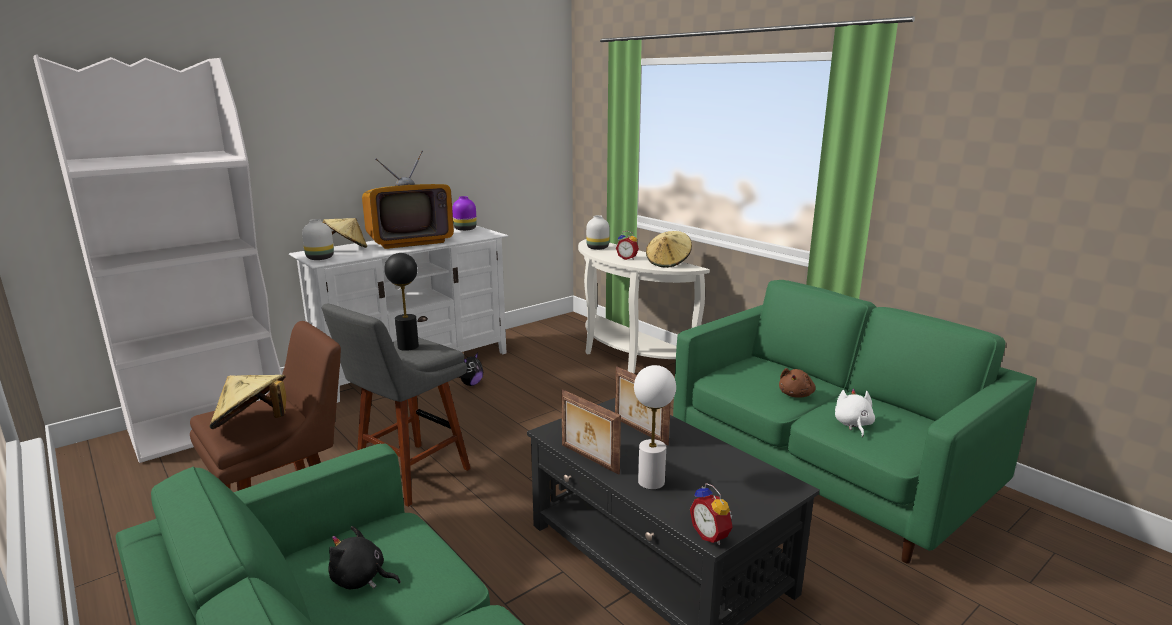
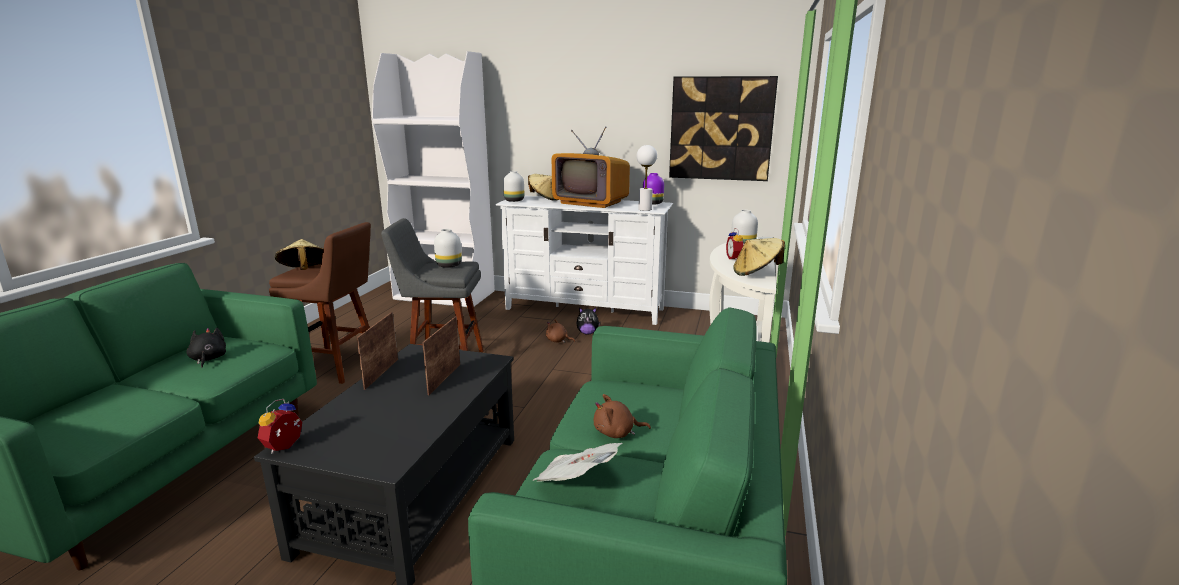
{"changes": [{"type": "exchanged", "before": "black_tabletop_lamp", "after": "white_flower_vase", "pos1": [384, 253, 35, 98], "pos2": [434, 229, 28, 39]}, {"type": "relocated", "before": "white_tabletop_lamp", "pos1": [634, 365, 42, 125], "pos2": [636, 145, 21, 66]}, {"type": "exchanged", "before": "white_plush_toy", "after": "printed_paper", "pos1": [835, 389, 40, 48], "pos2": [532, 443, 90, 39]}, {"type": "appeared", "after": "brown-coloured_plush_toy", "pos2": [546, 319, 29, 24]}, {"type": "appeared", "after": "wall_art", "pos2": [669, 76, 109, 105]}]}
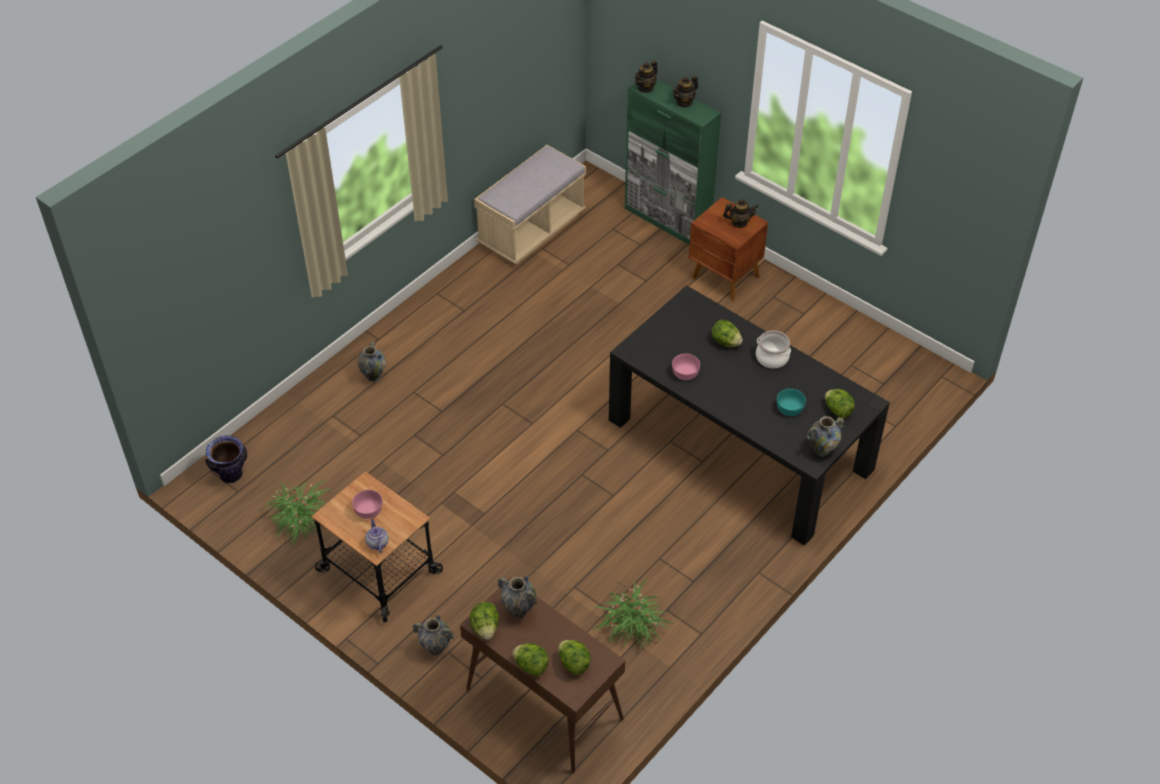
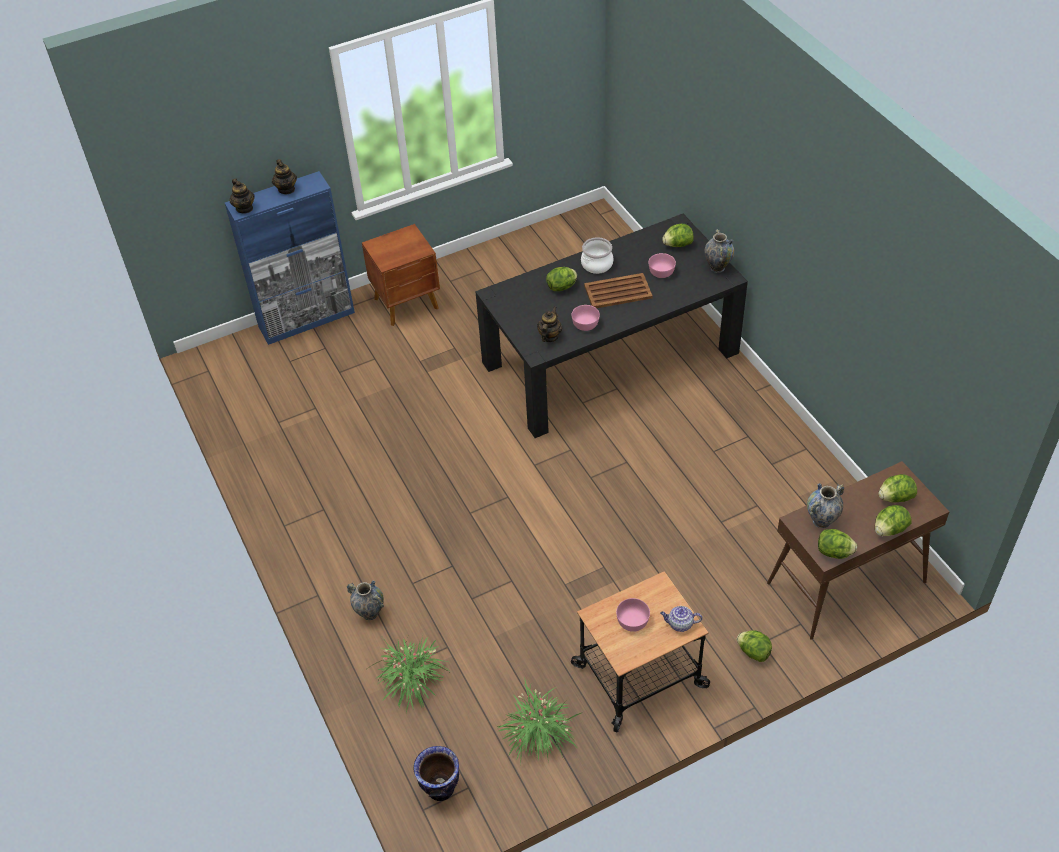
{"changes": [{"type": "exchanged", "before": "flower_vase", "after": "head_of_lettuce", "pos1": [412, 615, 42, 40], "pos2": [736, 630, 36, 32]}, {"type": "missing", "before": "sand-coloured_long_seat", "pos1": [474, 145, 112, 119]}, {"type": "relocated", "before": "plant_in_a_pot", "pos1": [593, 577, 81, 72], "pos2": [367, 636, 82, 77]}, {"type": "colour", "before": "greenish_cupboard", "after": "blue-coloured_cupboard", "pos1": [625, 80, 96, 165], "pos2": [225, 171, 130, 174]}, {"type": "relocated", "before": "tea_pot", "pos1": [723, 199, 35, 29], "pos2": [537, 306, 25, 36]}, {"type": "colour", "before": "turquoise-coloured_deep_dish", "after": "pink-coloured_deep_dish", "pos1": [777, 389, 29, 27], "pos2": [649, 253, 27, 25]}, {"type": "appeared", "after": "brown-coloured_tray", "pos2": [584, 273, 69, 35]}]}
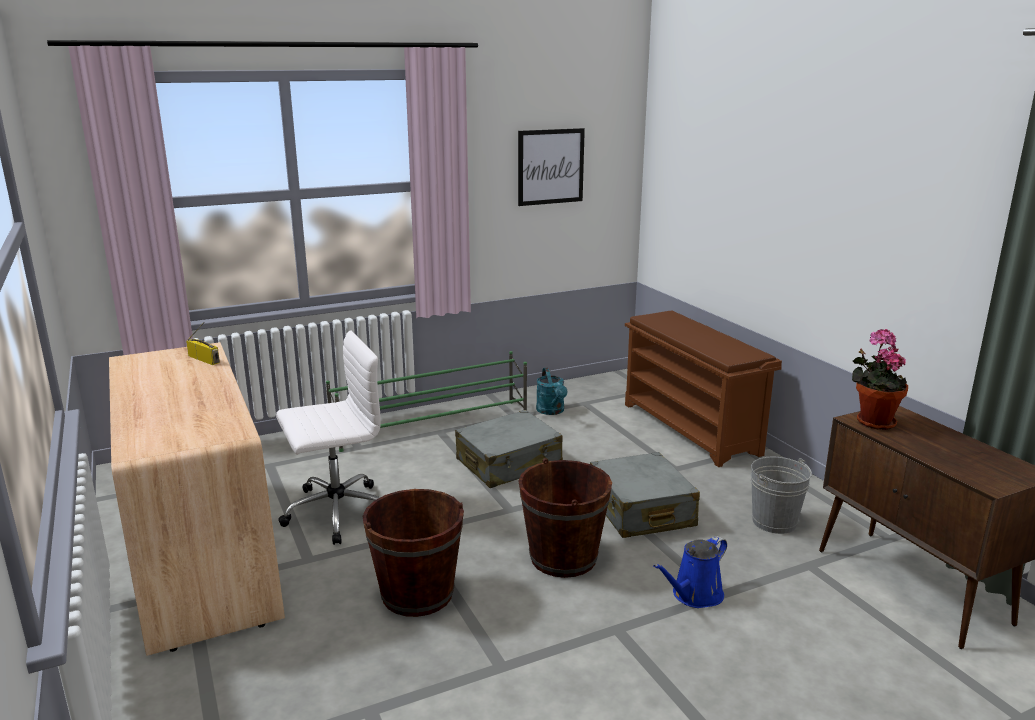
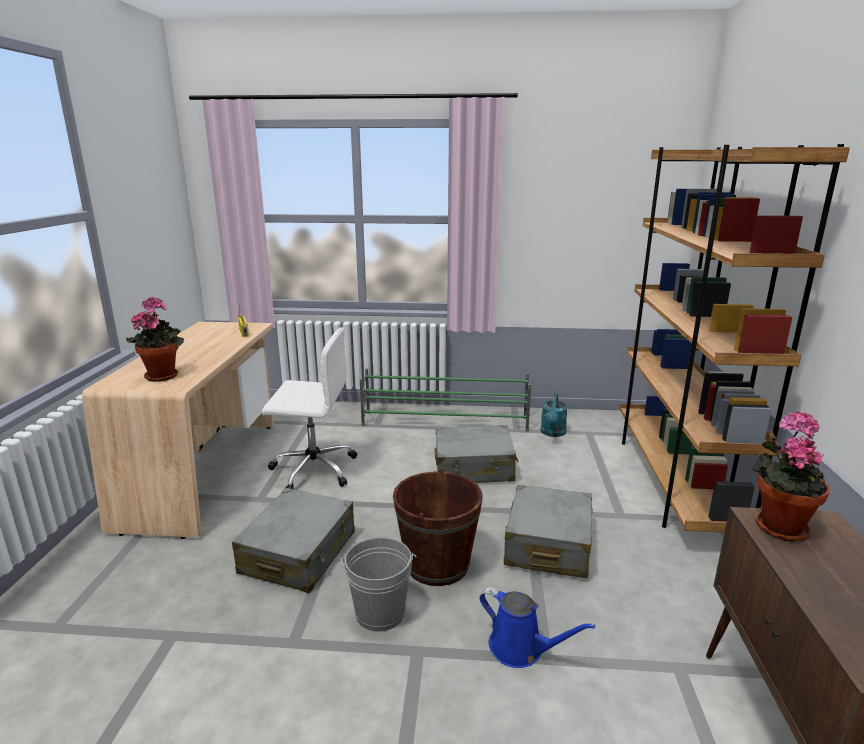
{"changes": [{"type": "exchanged", "before": "brown-coloured_pail", "after": "grey_piece_of_luggage", "pos1": [362, 489, 102, 128], "pos2": [232, 488, 123, 105]}, {"type": "missing", "before": "wall_art", "pos1": [518, 128, 67, 78]}, {"type": "exchanged", "before": "brown-coloured_shoe_rack", "after": "brown-coloured_bookcase", "pos1": [625, 311, 157, 156], "pos2": [620, 144, 230, 389]}, {"type": "spun", "before": "blue-coloured_watering_can", "pos1": [653, 536, 74, 72], "pos2": [480, 587, 115, 81], "turn": -135}, {"type": "relocated", "before": "grey_pail", "pos1": [751, 457, 61, 77], "pos2": [339, 537, 78, 95]}, {"type": "appeared", "after": "plant_in_a_pot", "pos2": [126, 296, 58, 85]}]}
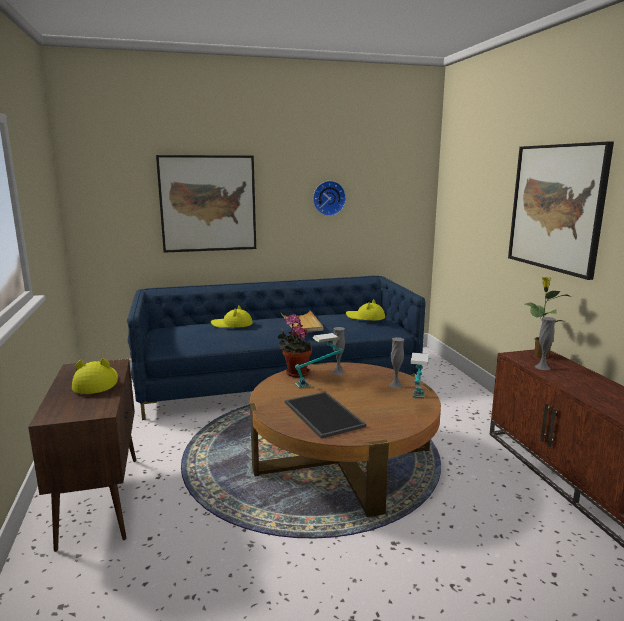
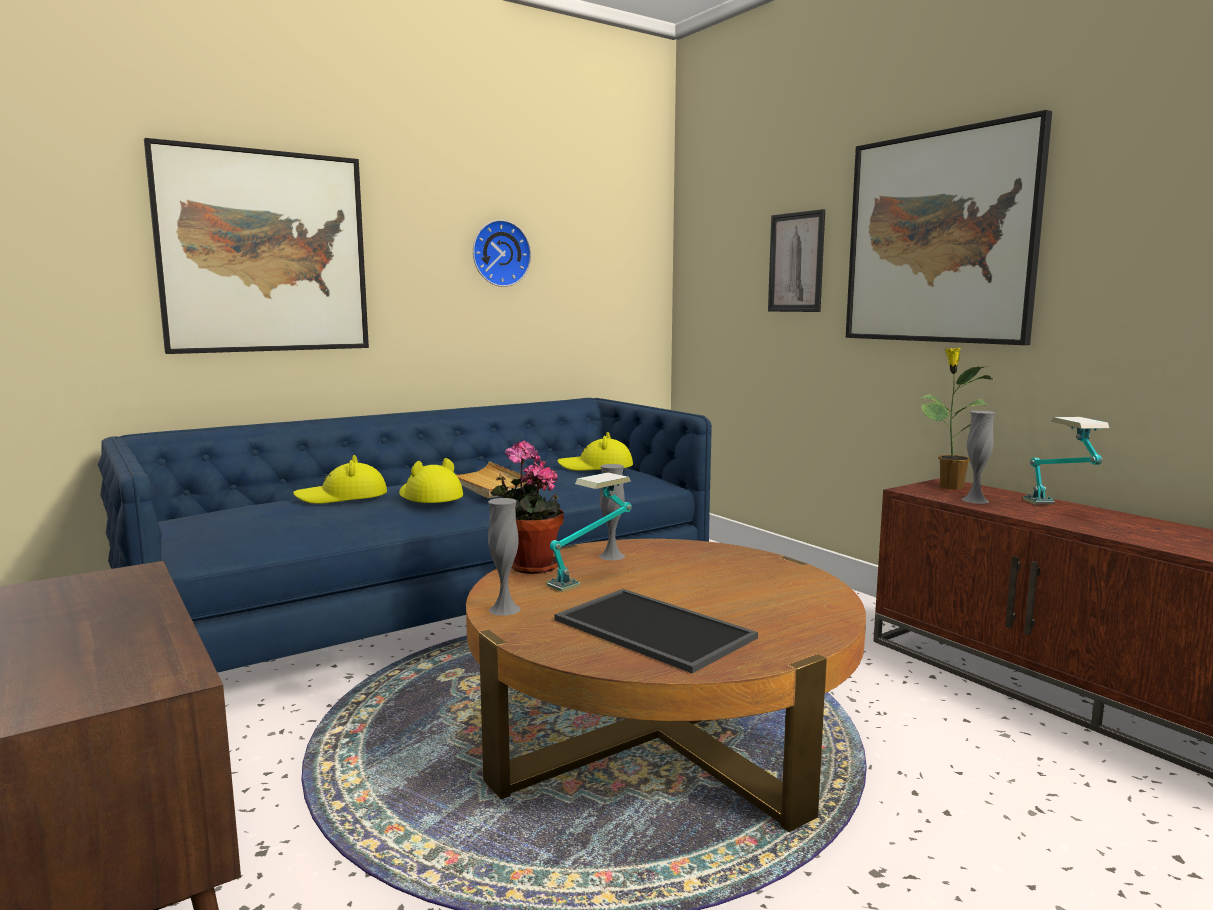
{"changes": [{"type": "relocated", "before": "yellowish_hat", "pos1": [72, 358, 46, 36], "pos2": [399, 458, 64, 45]}, {"type": "relocated", "before": "grey_flower_vase", "pos1": [389, 337, 15, 51], "pos2": [488, 498, 33, 118]}, {"type": "relocated", "before": "tabletop_lamp", "pos1": [410, 353, 19, 45], "pos2": [1023, 417, 87, 88]}, {"type": "appeared", "after": "wall_art", "pos2": [768, 209, 57, 103]}]}
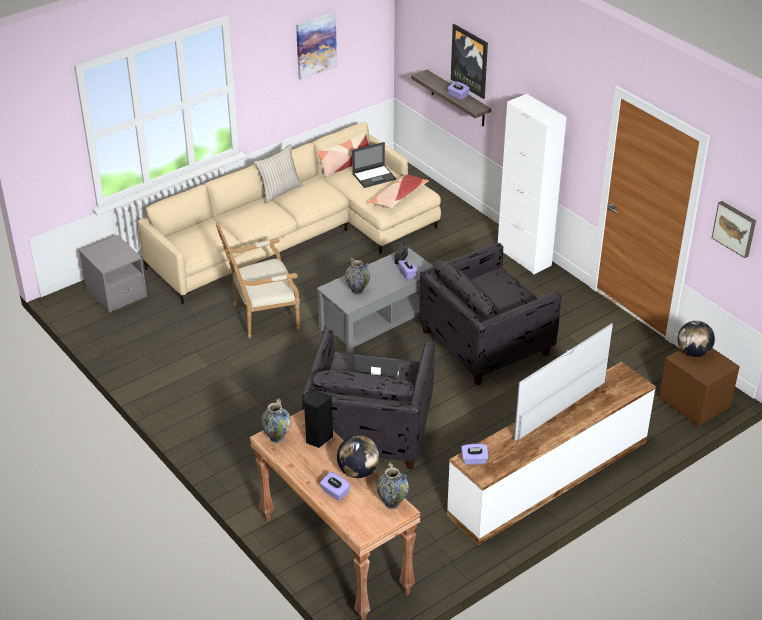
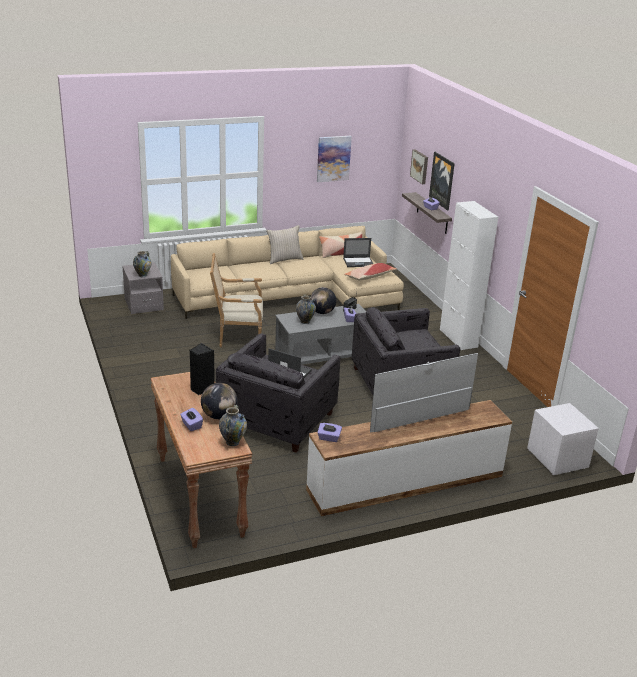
{"changes": [{"type": "relocated", "before": "flower_vase", "pos1": [261, 398, 30, 45], "pos2": [133, 251, 18, 26]}, {"type": "colour", "before": "brown-coloured_bedside_table", "after": "white_bedside_table", "pos1": [659, 348, 81, 79], "pos2": [527, 403, 72, 72]}, {"type": "relocated", "before": "desk_globe", "pos1": [678, 321, 37, 36], "pos2": [310, 287, 26, 27]}, {"type": "relocated", "before": "wall_art", "pos1": [712, 201, 44, 57], "pos2": [410, 149, 18, 35]}]}
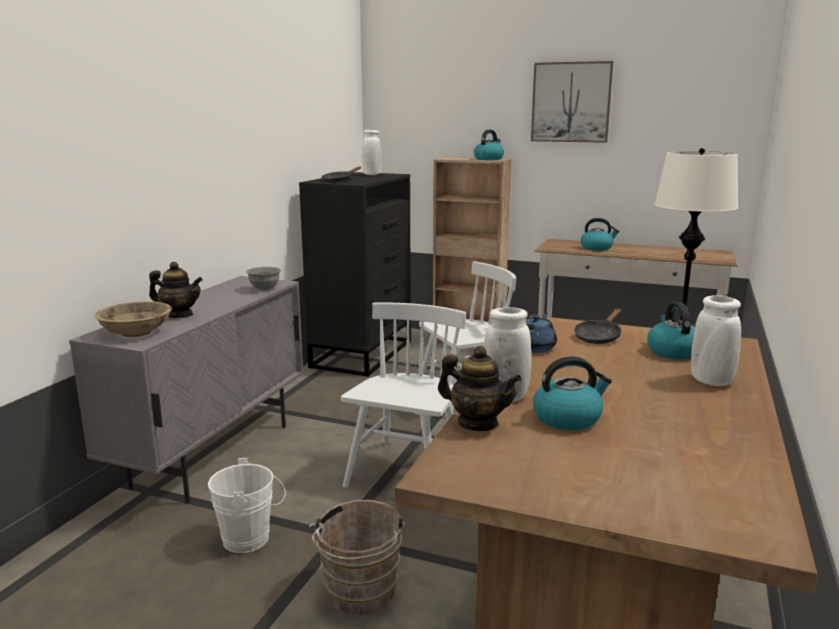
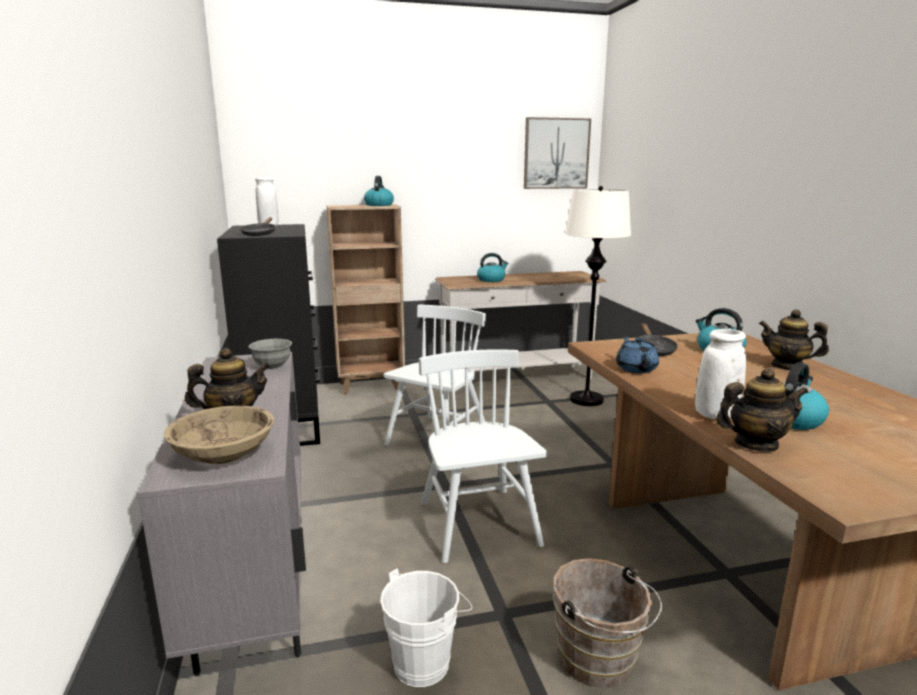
{"changes": [{"type": "relocated", "before": "wall_art", "pos1": [531, 61, 83, 82], "pos2": [524, 117, 67, 72]}, {"type": "exchanged", "before": "white_flower_vase", "after": "tea_pot", "pos1": [691, 295, 50, 91], "pos2": [759, 309, 70, 62]}]}
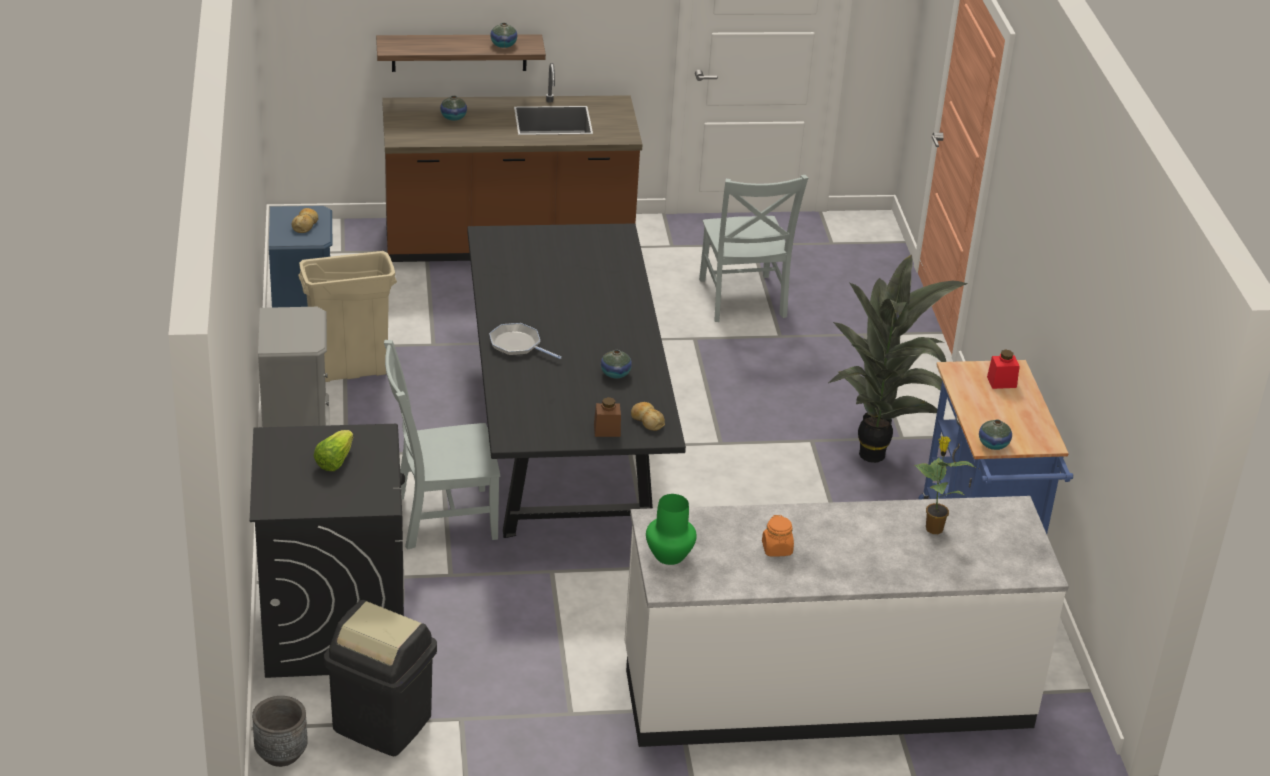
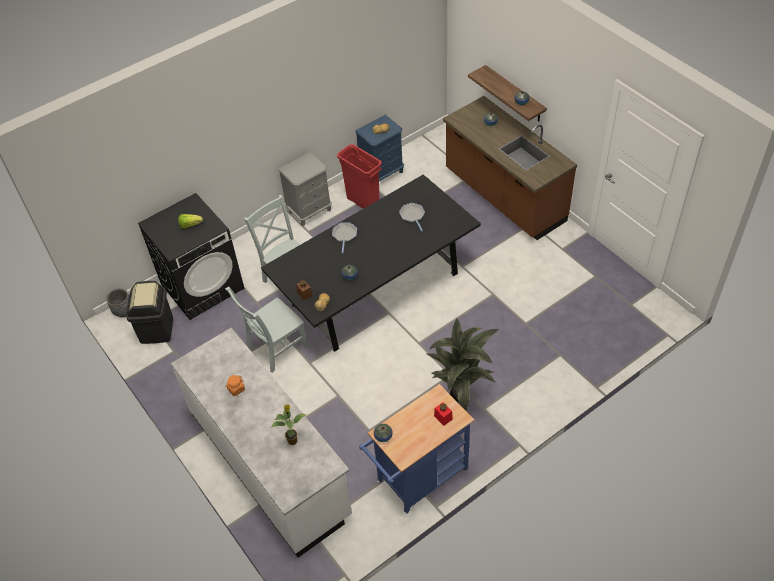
{"changes": [{"type": "colour", "before": "sand-coloured_rubbish_bin", "after": "red-coloured_rubbish_bin", "pos1": [298, 251, 99, 131], "pos2": [337, 144, 45, 65]}, {"type": "missing", "before": "greenish_flower_vase", "pos1": [646, 494, 51, 71]}, {"type": "relocated", "before": "grey_upright_chair", "pos1": [699, 175, 109, 147], "pos2": [225, 287, 83, 86]}, {"type": "appeared", "after": "skillet", "pos2": [399, 203, 26, 29]}]}
